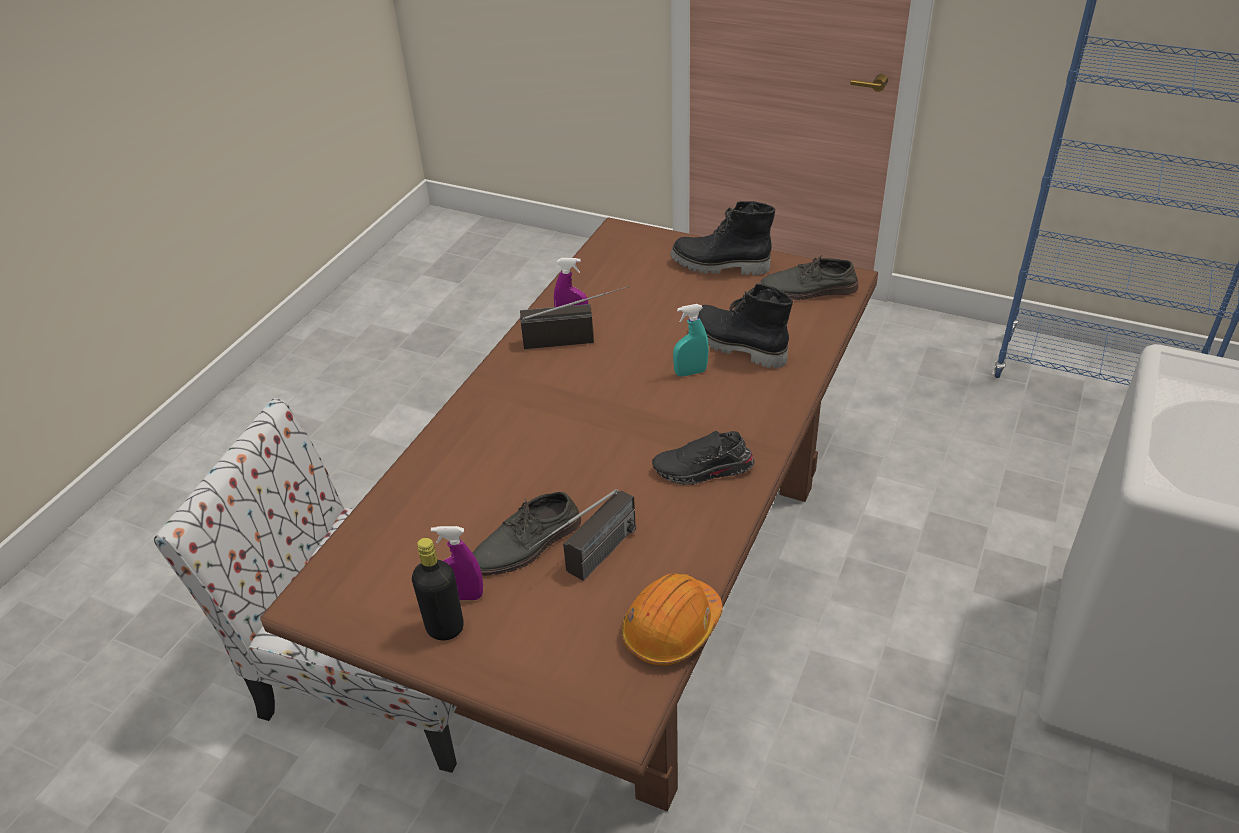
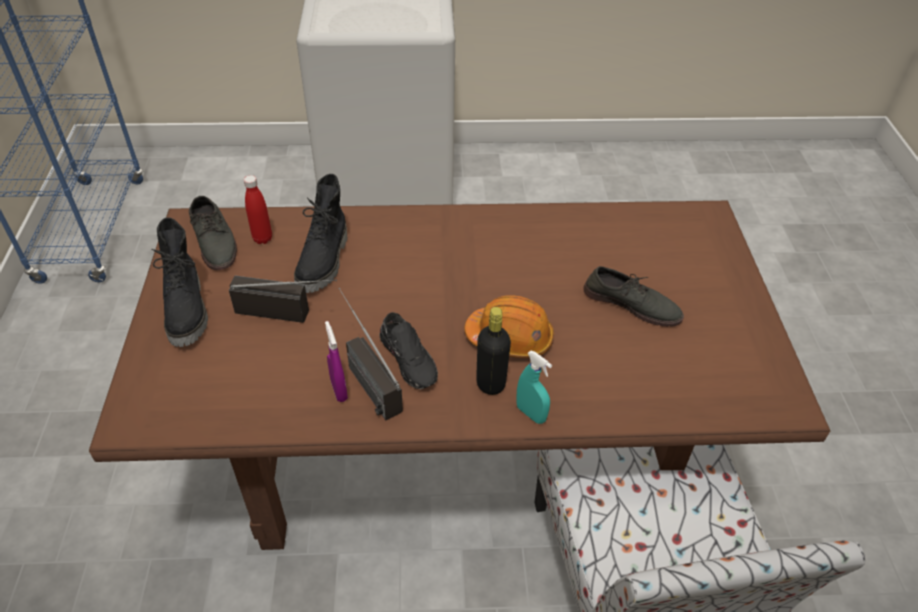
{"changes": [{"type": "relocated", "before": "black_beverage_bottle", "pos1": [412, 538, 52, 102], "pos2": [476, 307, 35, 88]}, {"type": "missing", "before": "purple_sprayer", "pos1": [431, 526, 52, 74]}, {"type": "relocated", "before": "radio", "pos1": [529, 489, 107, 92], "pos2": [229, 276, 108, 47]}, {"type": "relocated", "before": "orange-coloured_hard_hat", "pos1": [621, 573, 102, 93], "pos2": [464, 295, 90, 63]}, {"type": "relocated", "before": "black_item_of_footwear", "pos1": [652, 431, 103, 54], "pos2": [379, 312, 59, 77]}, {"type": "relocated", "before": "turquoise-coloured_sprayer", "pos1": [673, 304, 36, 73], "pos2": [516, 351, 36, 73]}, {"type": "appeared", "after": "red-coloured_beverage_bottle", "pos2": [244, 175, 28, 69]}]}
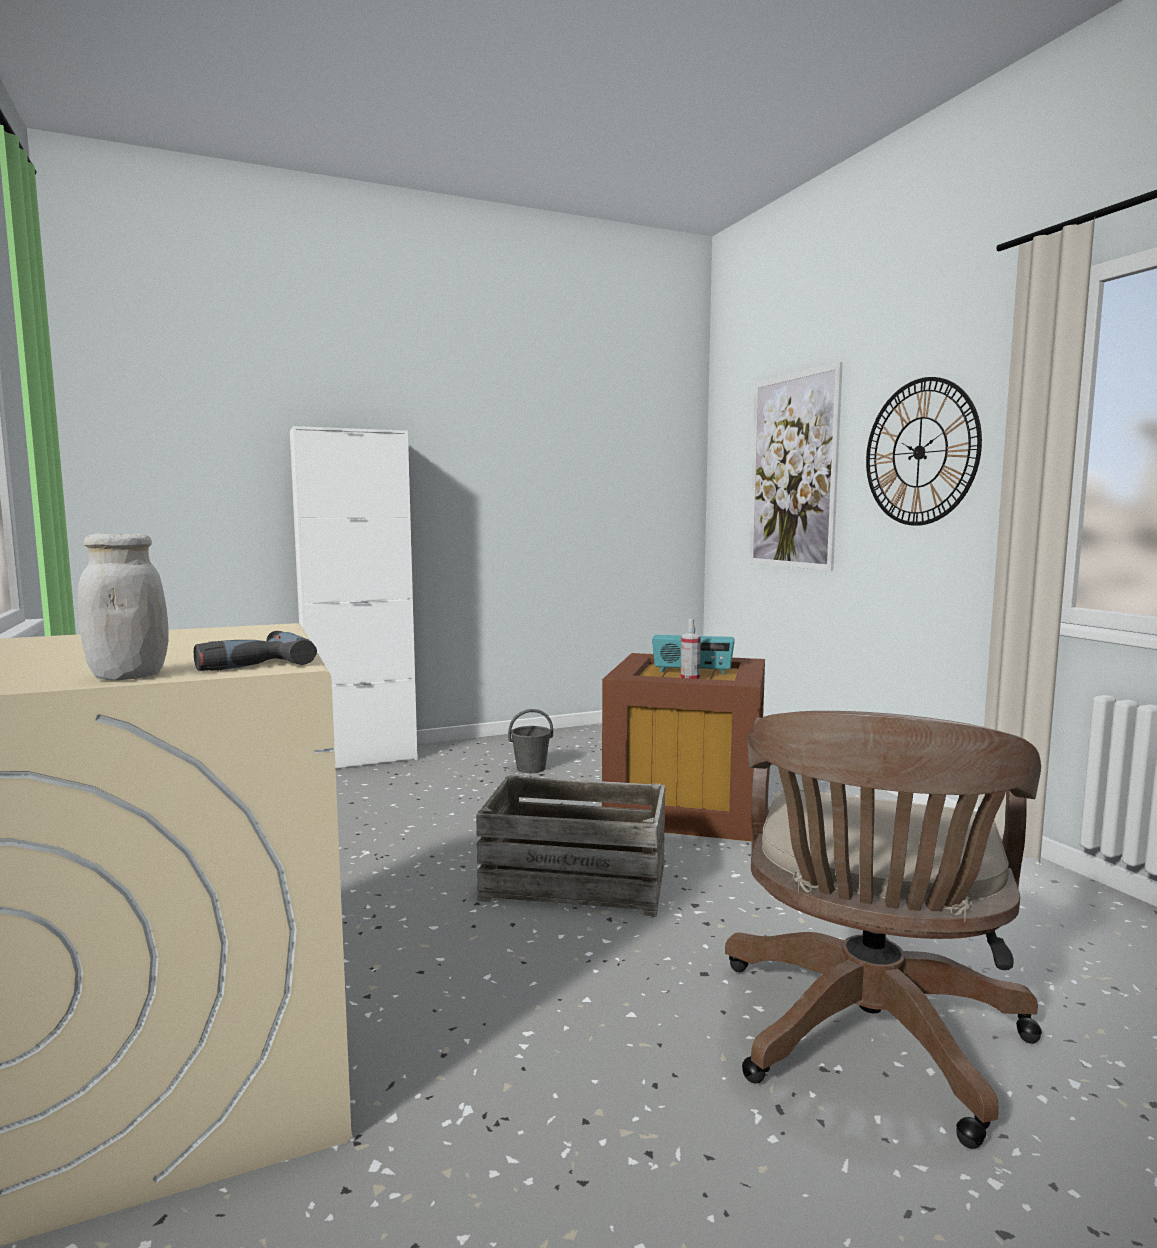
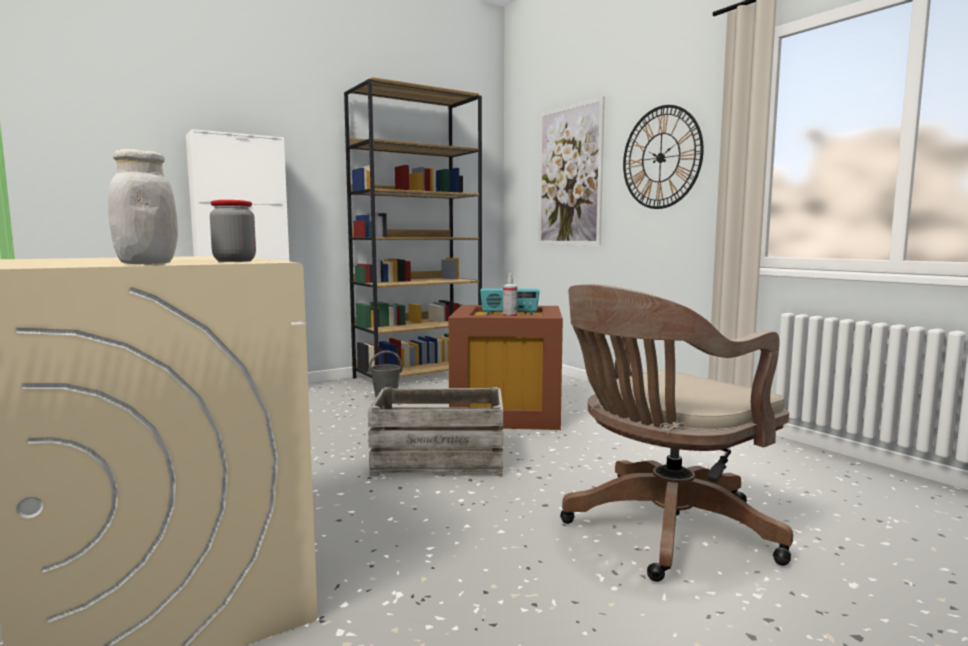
{"changes": [{"type": "exchanged", "before": "drill", "after": "storage_jar", "pos1": [194, 631, 123, 40], "pos2": [210, 200, 46, 62]}, {"type": "spun", "before": "brown-coloured_computer_chair", "pos1": [725, 711, 317, 438], "pos2": [560, 284, 233, 298], "turn": 45}, {"type": "appeared", "after": "brown-coloured_bookcase", "pos2": [344, 77, 138, 301]}]}
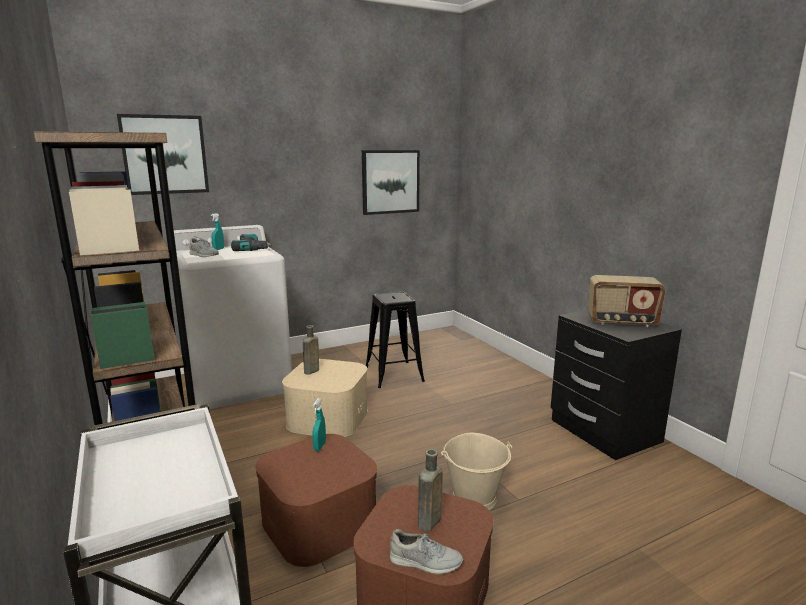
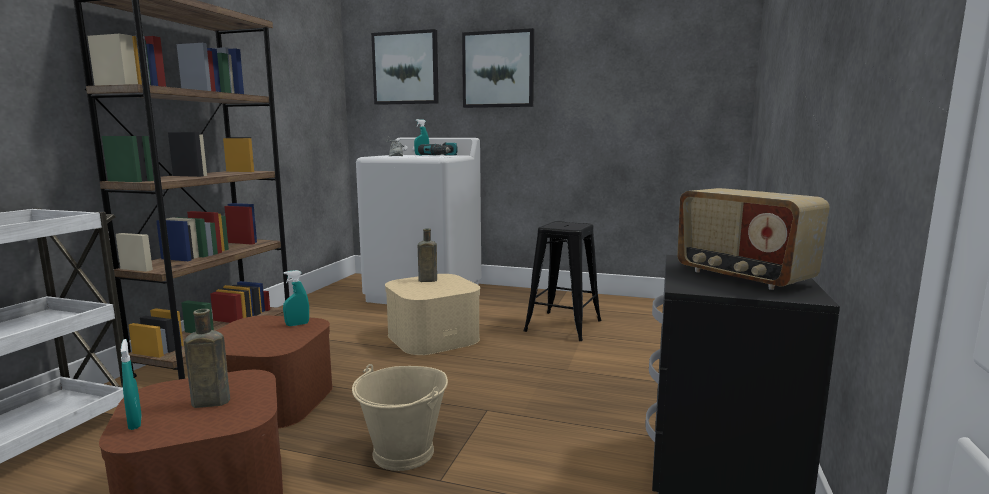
{"changes": [{"type": "relocated", "before": "wall_art", "pos1": [362, 150, 58, 65], "pos2": [462, 28, 72, 80]}, {"type": "exchanged", "before": "grey_item_of_footwear", "after": "turquoise-coloured_sprayer", "pos1": [390, 529, 73, 45], "pos2": [121, 339, 21, 91]}]}
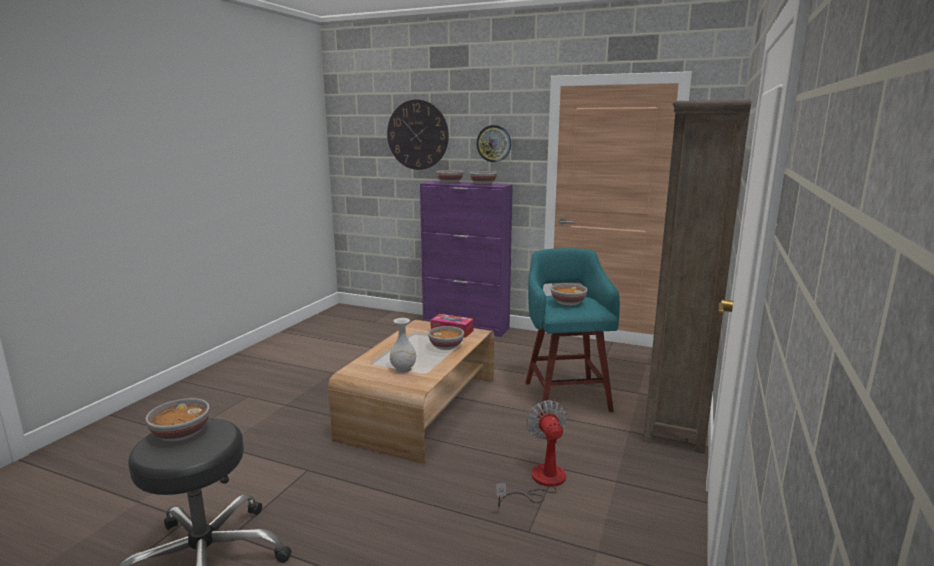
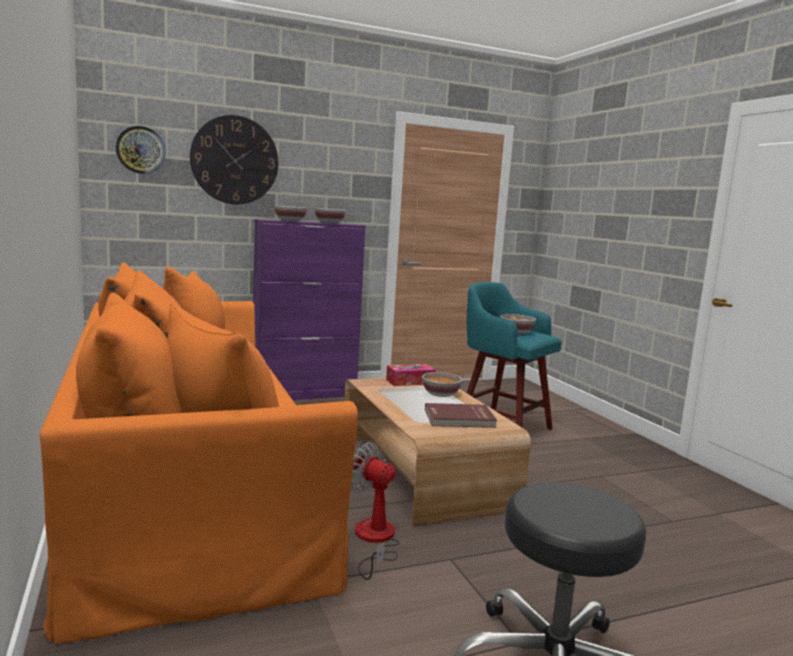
{"changes": [{"type": "missing", "before": "deep_dish", "pos1": [145, 398, 65, 43]}, {"type": "exchanged", "before": "white_flower_vase", "after": "red-coloured_bound_book", "pos1": [390, 318, 26, 55], "pos2": [425, 403, 72, 25]}, {"type": "relocated", "before": "clock_on_the_wall", "pos1": [476, 125, 35, 37], "pos2": [116, 126, 50, 48]}, {"type": "relocated", "before": "cooling_fan", "pos1": [496, 400, 72, 107], "pos2": [351, 442, 49, 138]}, {"type": "missing", "before": "brown-coloured_bookcase", "pos1": [643, 100, 109, 354]}, {"type": "appeared", "after": "orange-coloured_couch", "pos2": [39, 263, 319, 381]}]}
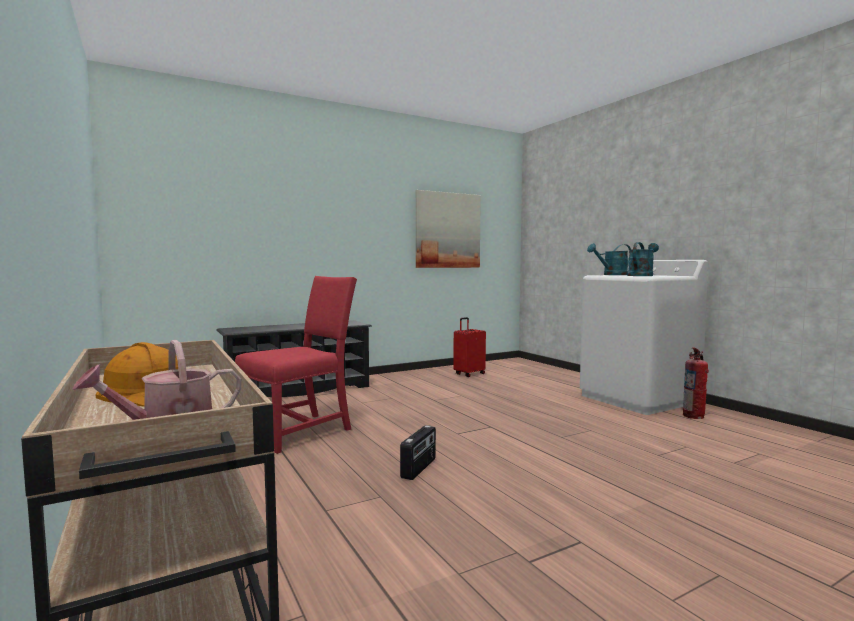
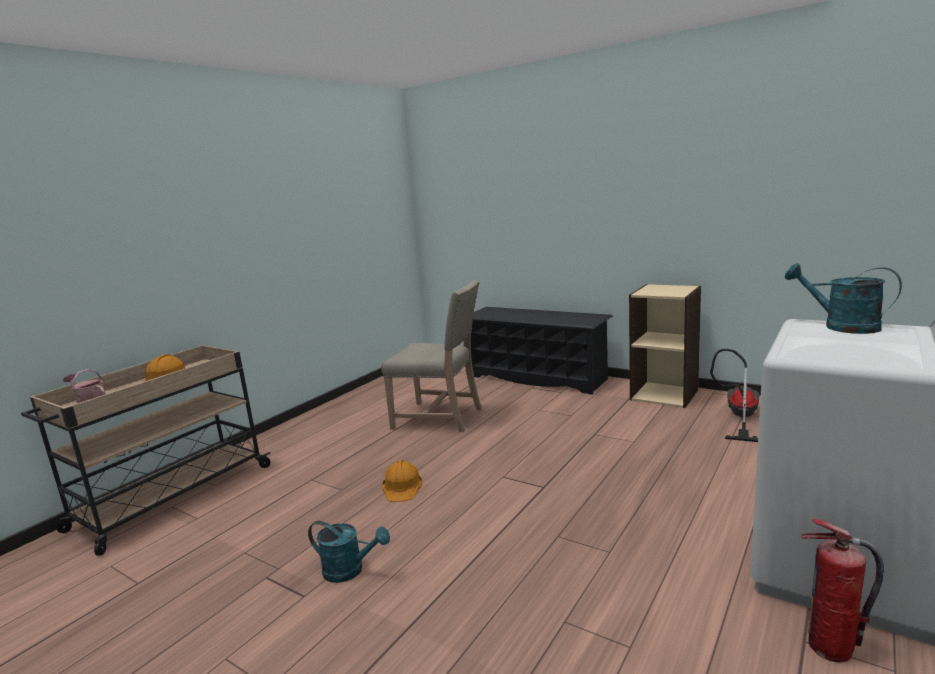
{"changes": [{"type": "colour", "before": "red-coloured_upright_chair", "after": "sand-coloured_upright_chair", "pos1": [235, 276, 122, 178], "pos2": [382, 280, 100, 152]}, {"type": "exchanged", "before": "radio", "after": "orange-coloured_hard_hat", "pos1": [400, 425, 36, 55], "pos2": [382, 460, 40, 42]}, {"type": "missing", "before": "wall_art", "pos1": [416, 190, 65, 78]}, {"type": "exchanged", "before": "red-coloured_piece_of_luggage", "after": "hoover", "pos1": [453, 317, 33, 60], "pos2": [710, 349, 49, 93]}, {"type": "relocated", "before": "turquoise-coloured_watering_can", "pos1": [627, 242, 32, 34], "pos2": [308, 521, 82, 62]}, {"type": "appeared", "after": "sand-coloured_bookcase", "pos2": [629, 284, 72, 124]}]}
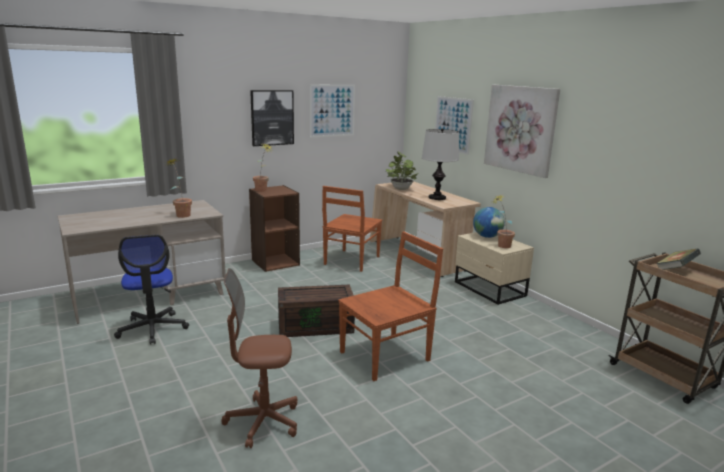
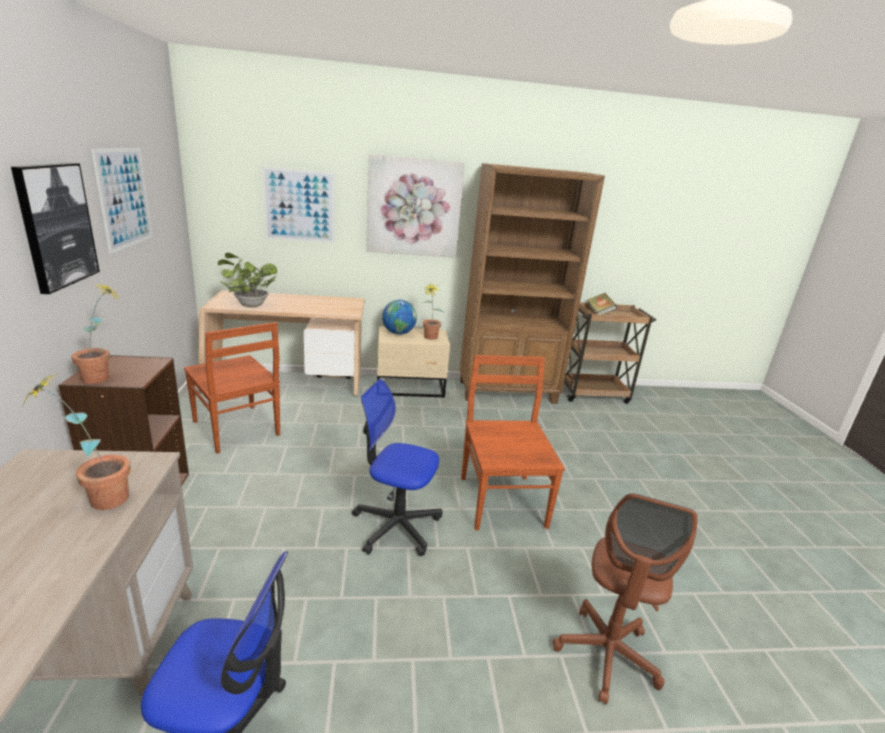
{"changes": [{"type": "exchanged", "before": "brown-coloured_storage_box", "after": "computer_chair", "pos1": [278, 284, 77, 53], "pos2": [352, 379, 91, 177]}, {"type": "missing", "before": "tabletop_lamp", "pos1": [422, 128, 37, 72]}, {"type": "appeared", "after": "brown-coloured_bookcase", "pos2": [460, 163, 145, 241]}]}
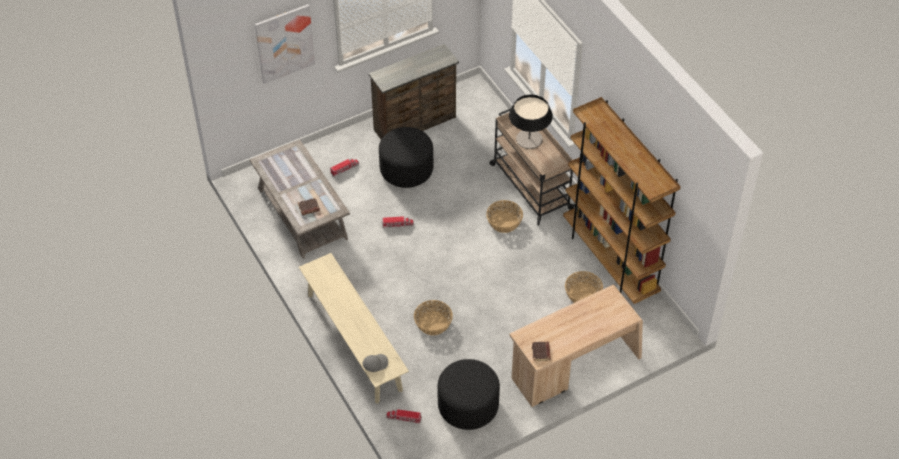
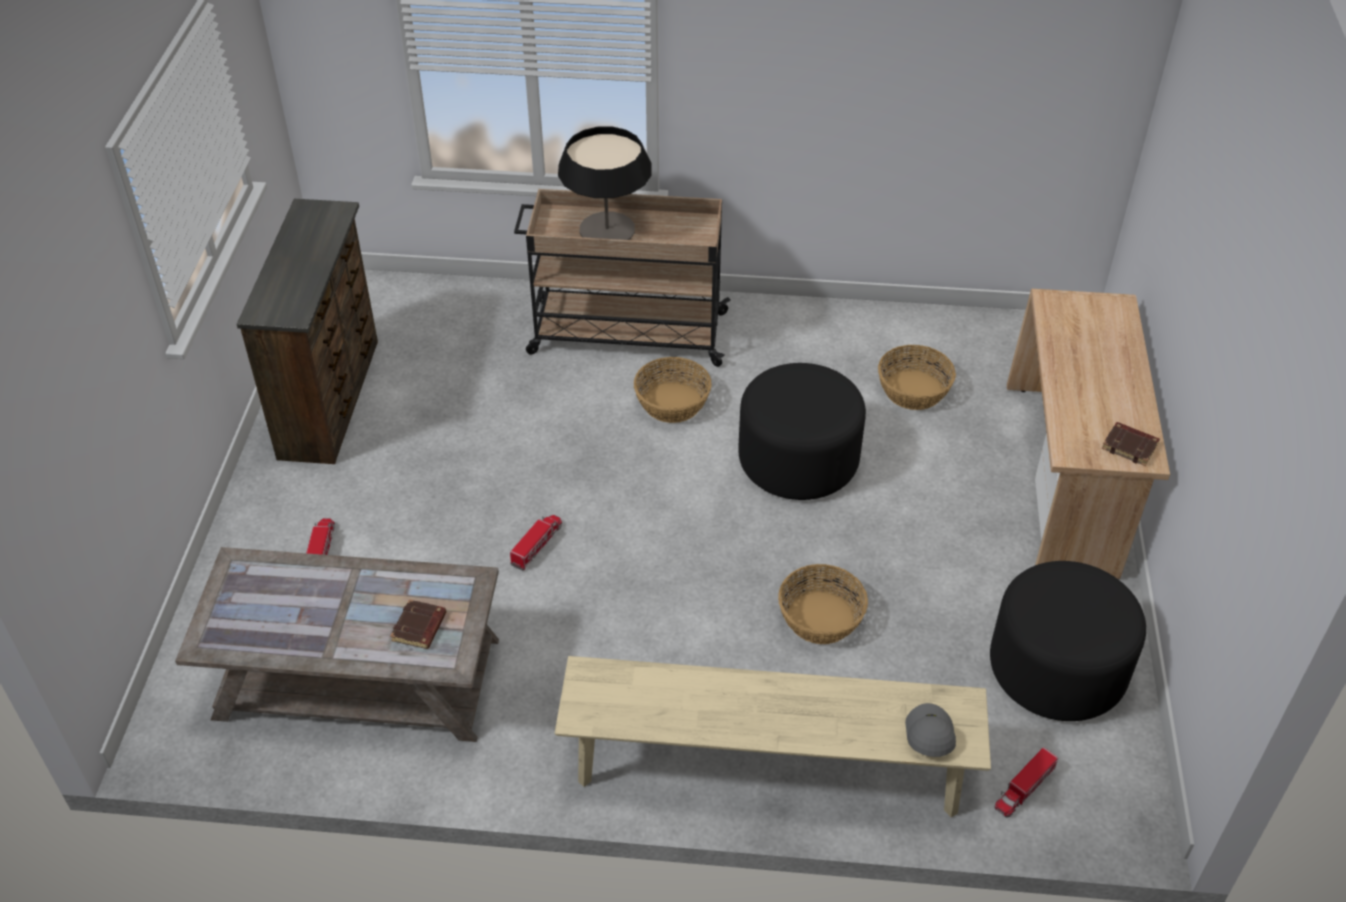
{"changes": [{"type": "missing", "before": "wall_art", "pos1": [255, 5, 60, 79]}, {"type": "relocated", "before": "black_pouffe", "pos1": [379, 127, 54, 61], "pos2": [738, 363, 128, 137]}, {"type": "missing", "before": "brown-coloured_bookcase", "pos1": [563, 97, 118, 207]}]}
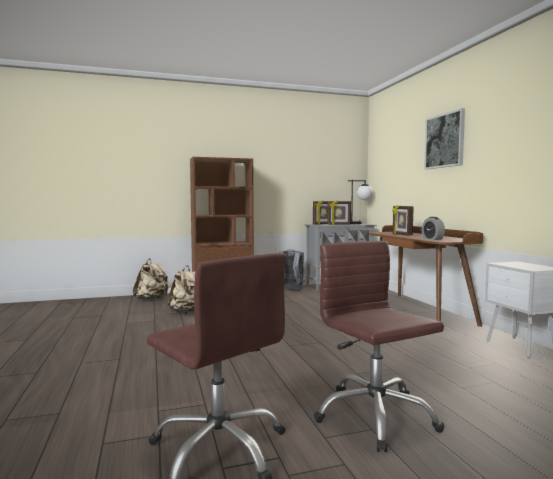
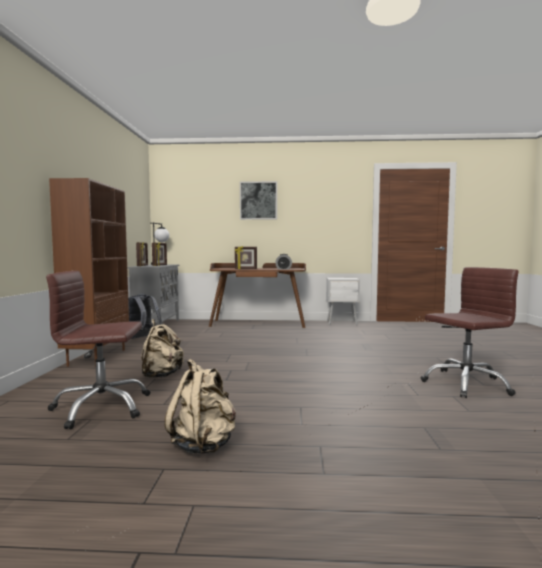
{"changes": [{"type": "relocated", "before": "sand-coloured_knapsack", "pos1": [133, 258, 38, 42], "pos2": [165, 359, 71, 95]}, {"type": "relocated", "before": "brown-coloured_computer_chair", "pos1": [313, 241, 131, 211], "pos2": [46, 271, 104, 158]}]}
